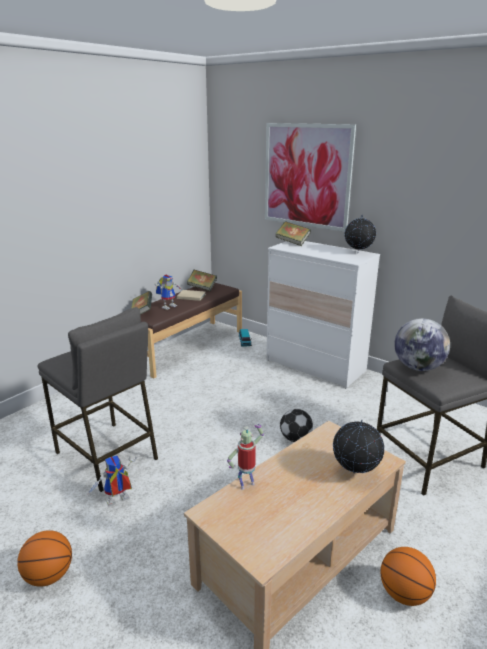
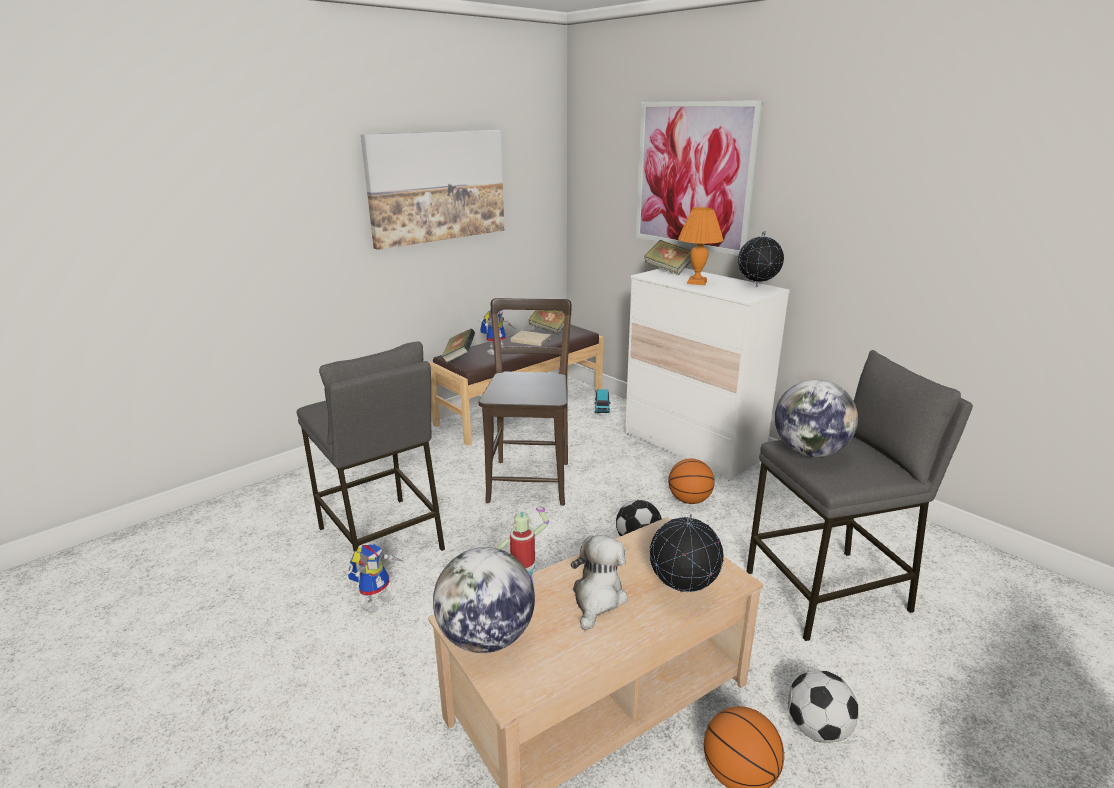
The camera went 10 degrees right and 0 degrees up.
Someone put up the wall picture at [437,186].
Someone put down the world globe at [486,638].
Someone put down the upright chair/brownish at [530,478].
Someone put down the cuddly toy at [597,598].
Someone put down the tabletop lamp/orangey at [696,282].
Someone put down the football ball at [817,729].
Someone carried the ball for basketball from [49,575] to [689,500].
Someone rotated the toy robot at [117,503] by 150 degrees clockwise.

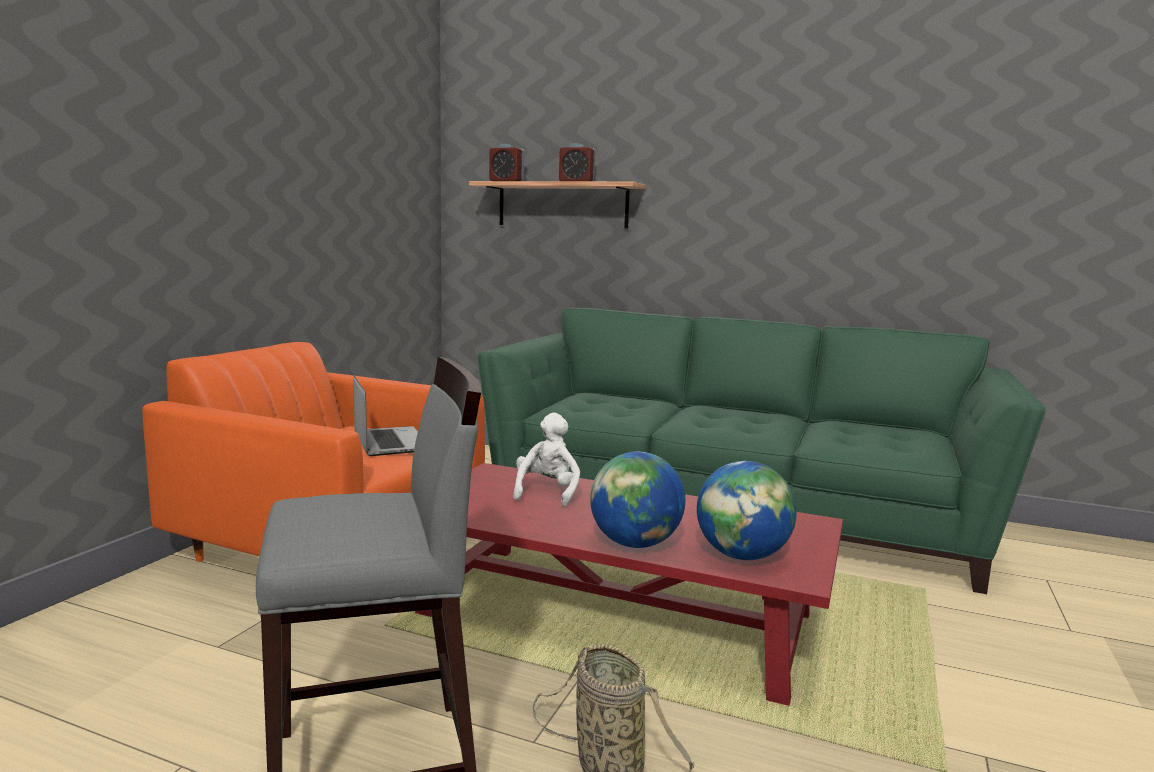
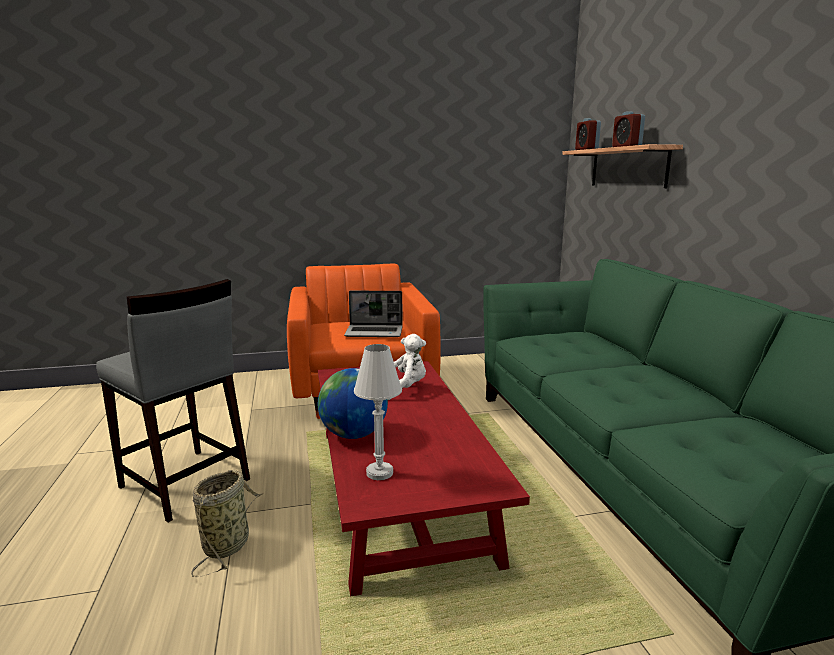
The camera went 55 degrees right and 5 degrees up.
Someone swapped the world globe at [742,556] for the tabletop lamp/whitish at [379,472].
Someone rotated the portable computer at [388,443] by 60 degrees clockwise.

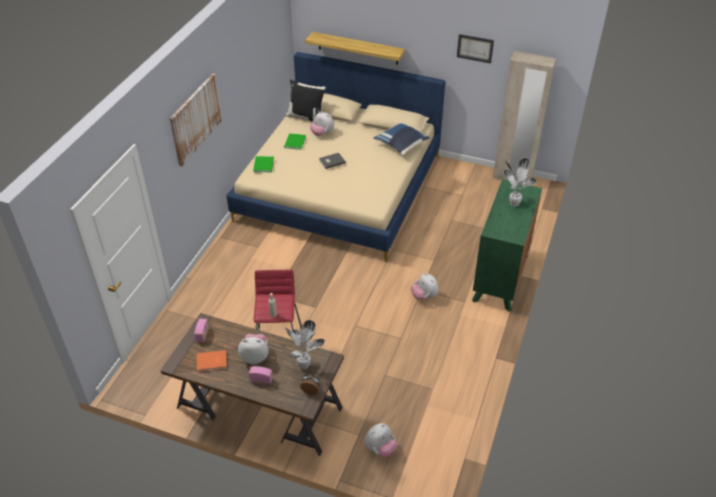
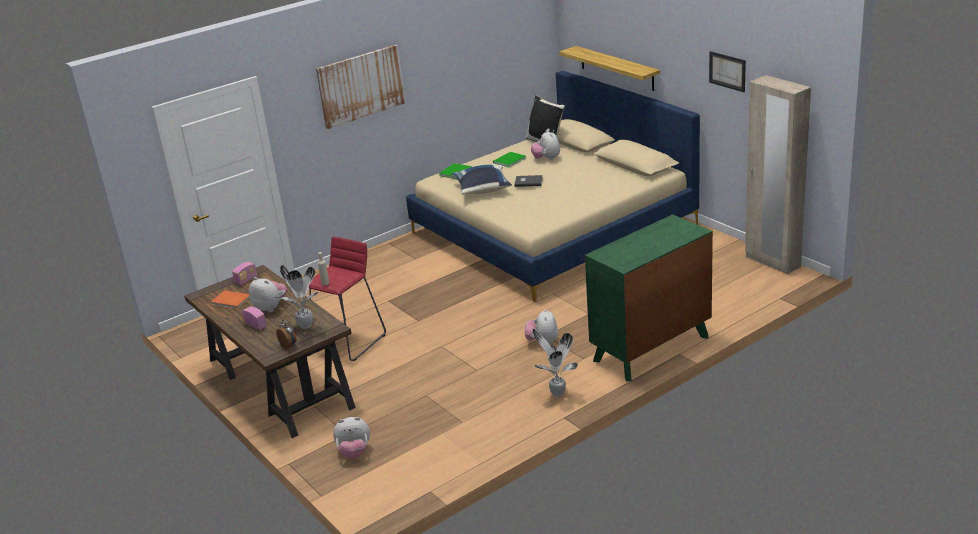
The camera went 35 degrees right and 15 degrees down.
Someone carried the throw pillow/blue from [401,145] to [482,189].
Someone carried the potted plant from [513,203] to [556,393].

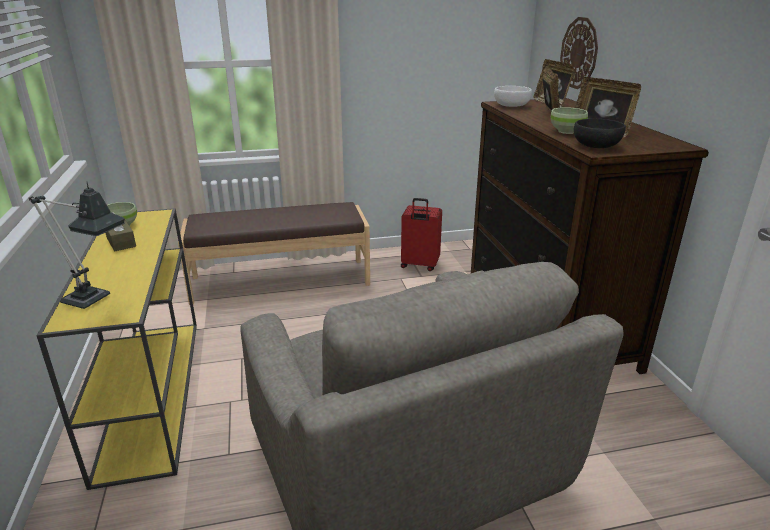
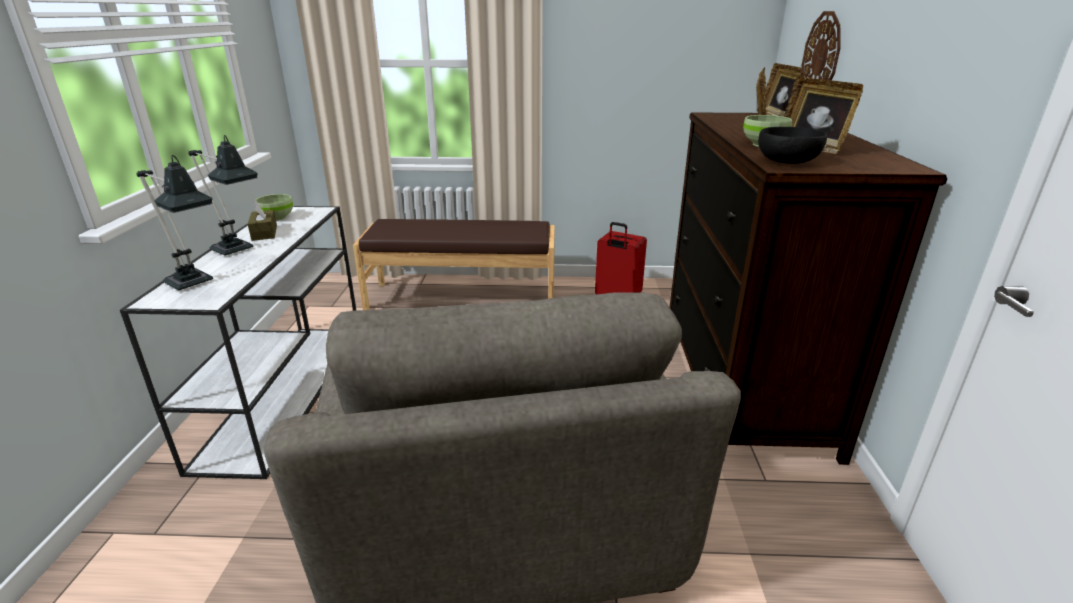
The camera went 15 degrees right and 0 degrees up.
Someone took away the serving bowl/whitish at [512,106].
Someone put down the tabletop lamp at [237,251].
Someone repainted the hall table/yellow-coloured at [151,390], which became the hall table/whitish at [287,389].

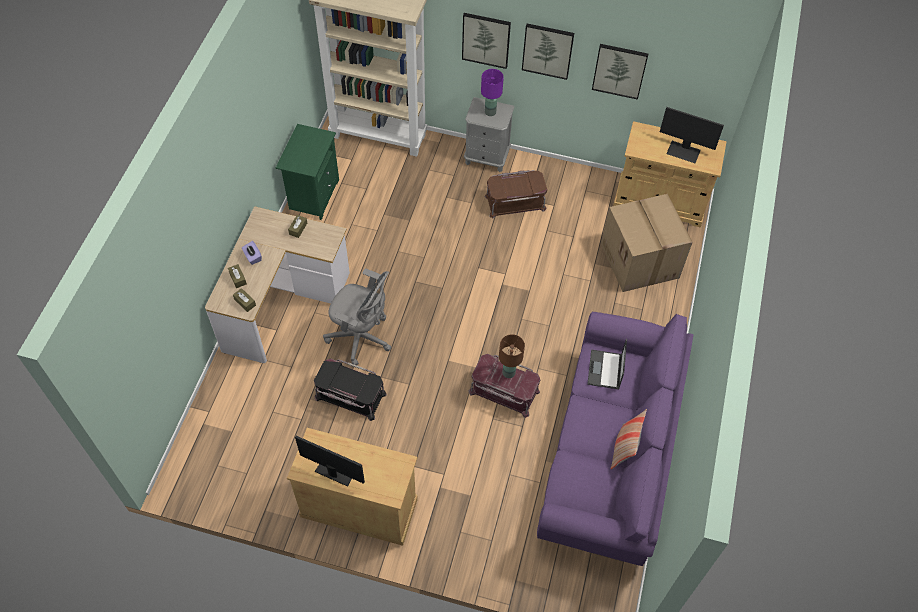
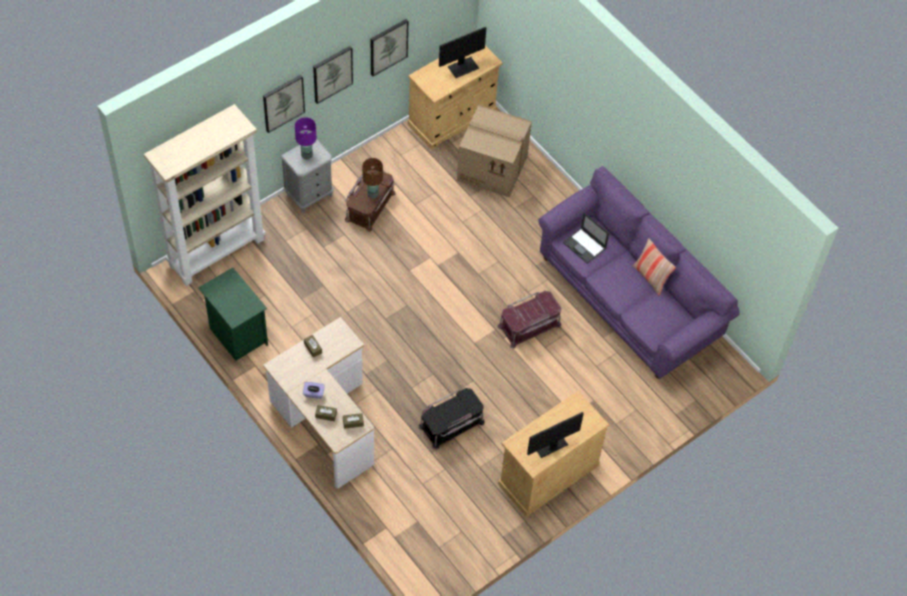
The camera went 55 degrees left and 0 degrees up.
Someone took away the office chair/gray at [361,337].
Someone carried the tabletop lamp/brownish from [508,372] to [372,194].

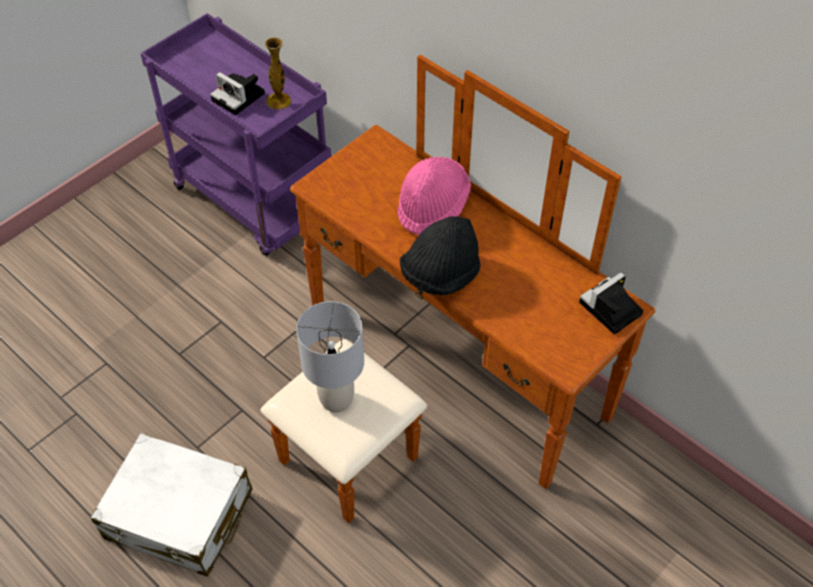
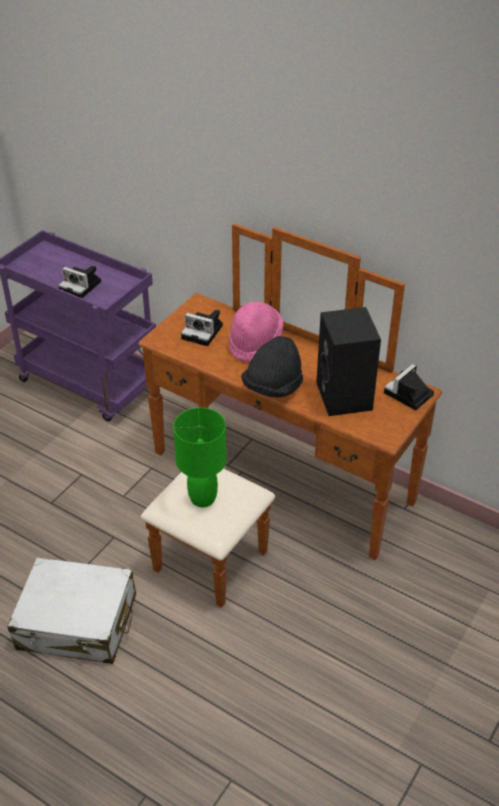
The camera went 10 degrees left and 10 degrees down.
Someone took away the vase at [278,101].
Someone put down the photo camera at [204,332].
Someone put down the audio speaker/black at [345,397].
Someone repainted the tabletop lamp/gray at [336,400], which became the tabletop lamp/greenish at [202,499].

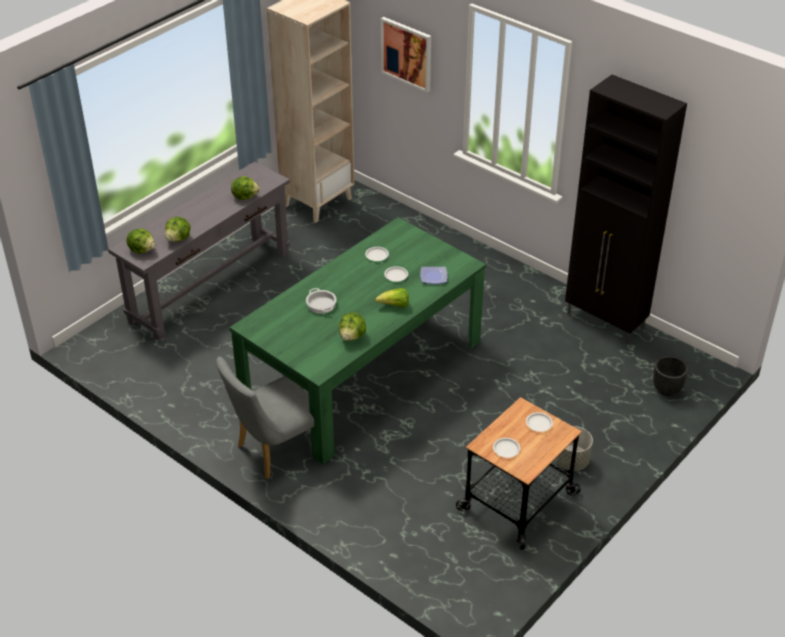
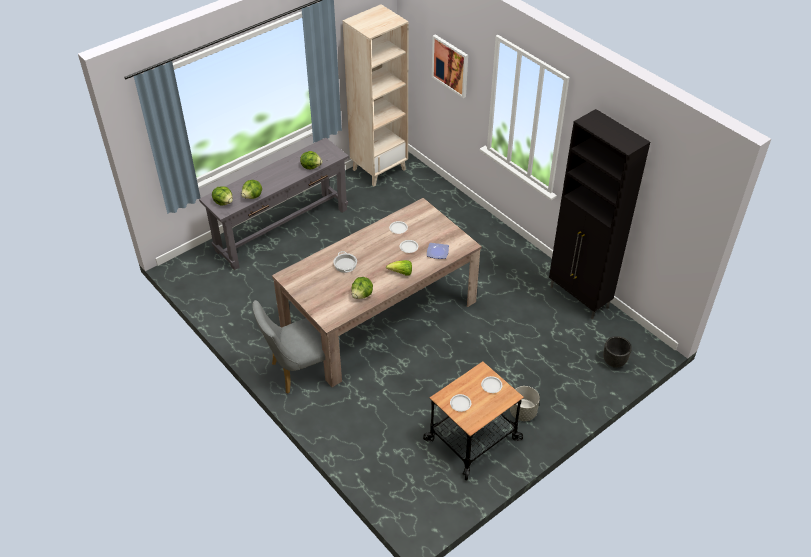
The camera went 10 degrees right and 5 degrees up.
Someone repainted the kitchen table/greenish at [363,372], which became the kitchen table/beige-coloured at [380,316].

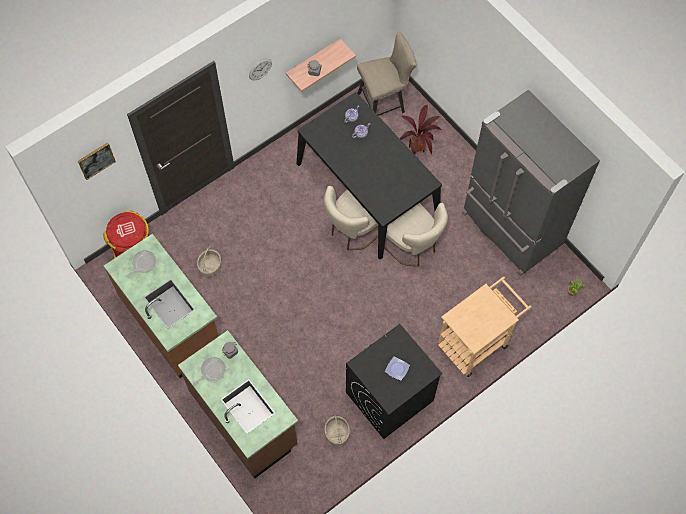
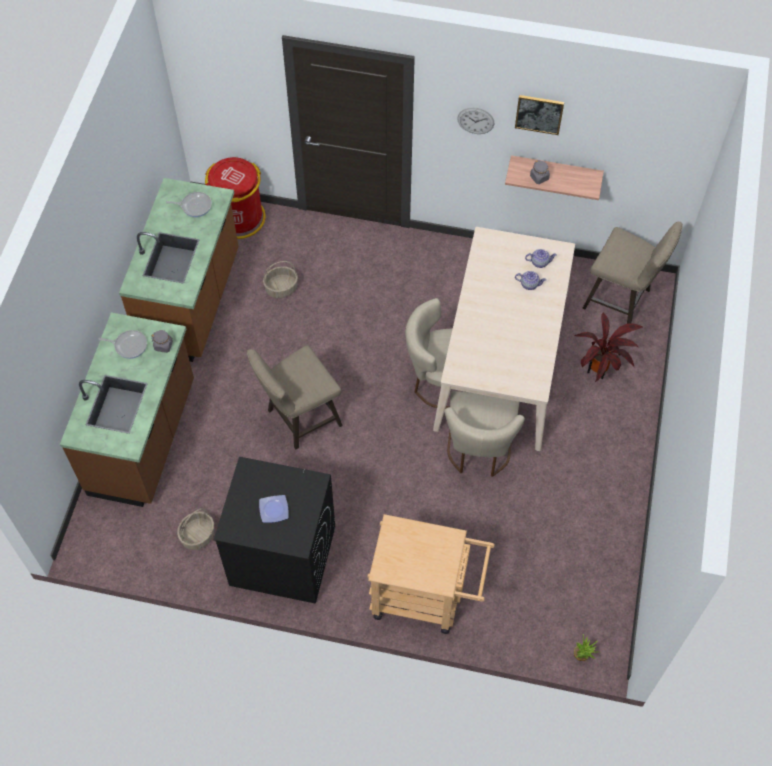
The camera went 50 degrees right and 5 degrees down.
Someone took away the kitchen fridge/gray at [510,230].
Someone put down the sitting stool/beige-coloured at [299,419].
Someone carried the wall picture from [96,160] to [539,114].
Someone repainted the kitchen table/black at [367,189], which became the kitchen table/beige-coloured at [502,359].

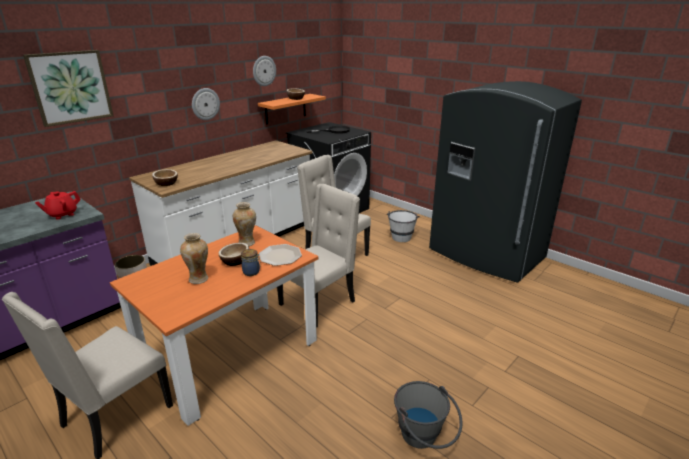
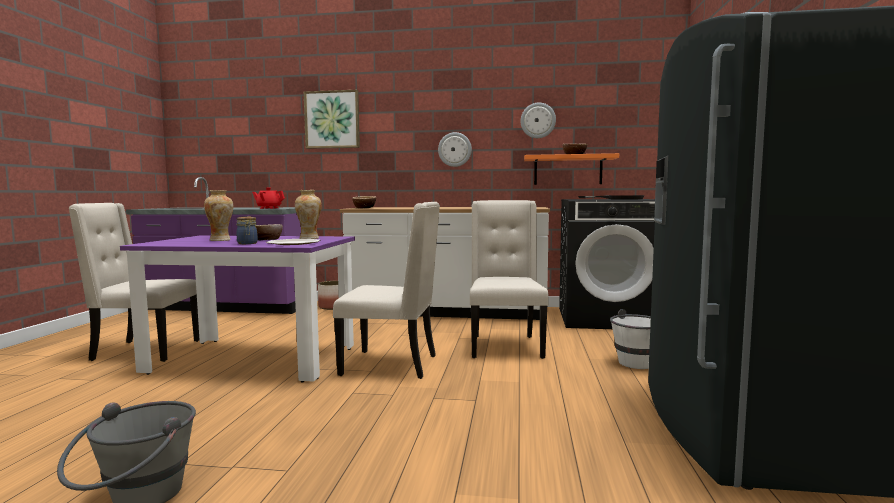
The camera went 55 degrees right and 20 degrees down.
Someone repainted the kitchen table/orangey at [231,356], which became the kitchen table/purple-coloured at [253,359].

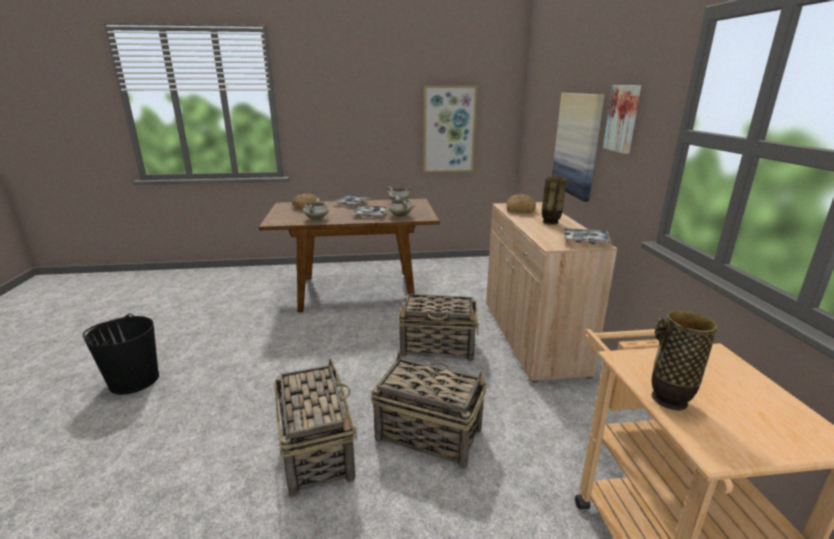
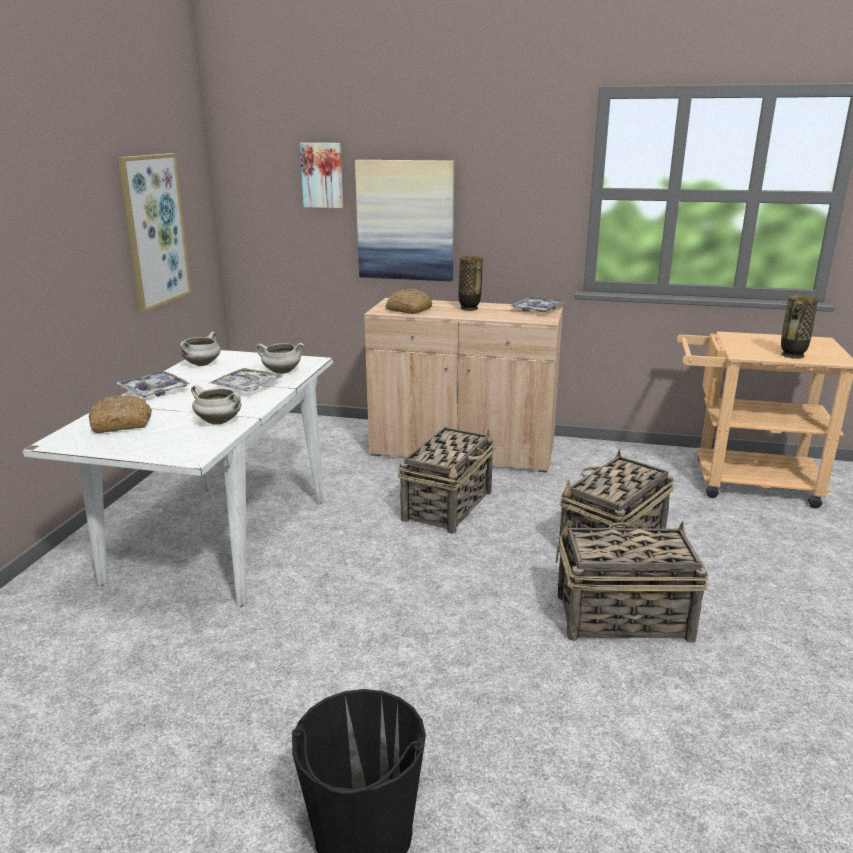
The camera went 70 degrees left and 0 degrees up.
Someone carried the wall picture from [623,118] to [322,175].
Someone repainted the kitchen table/brownish at [356,291], which became the kitchen table/whitish at [220,539].

